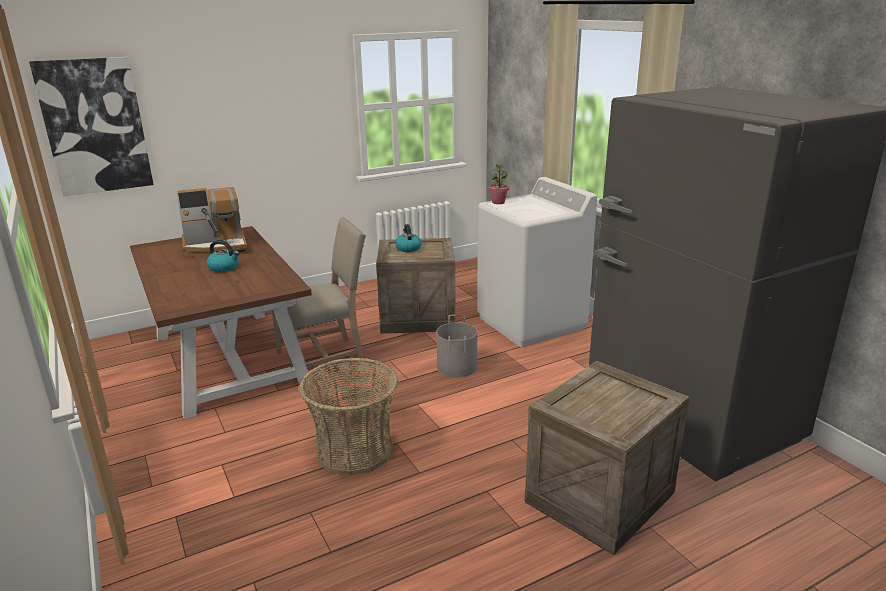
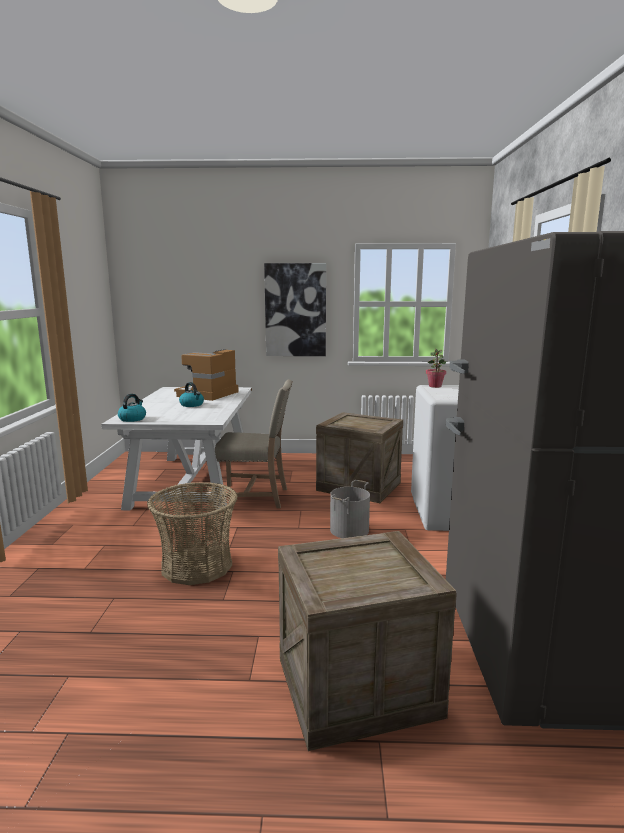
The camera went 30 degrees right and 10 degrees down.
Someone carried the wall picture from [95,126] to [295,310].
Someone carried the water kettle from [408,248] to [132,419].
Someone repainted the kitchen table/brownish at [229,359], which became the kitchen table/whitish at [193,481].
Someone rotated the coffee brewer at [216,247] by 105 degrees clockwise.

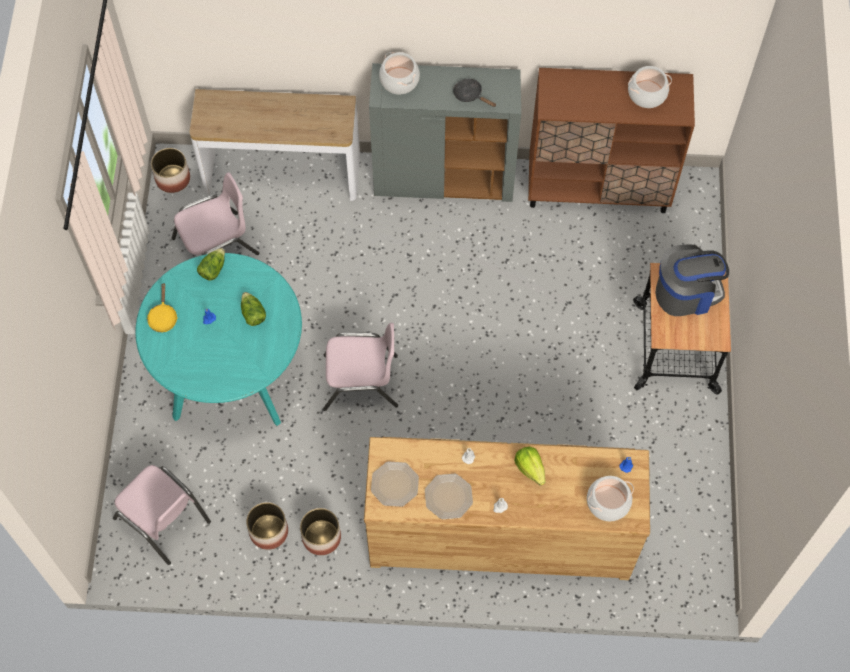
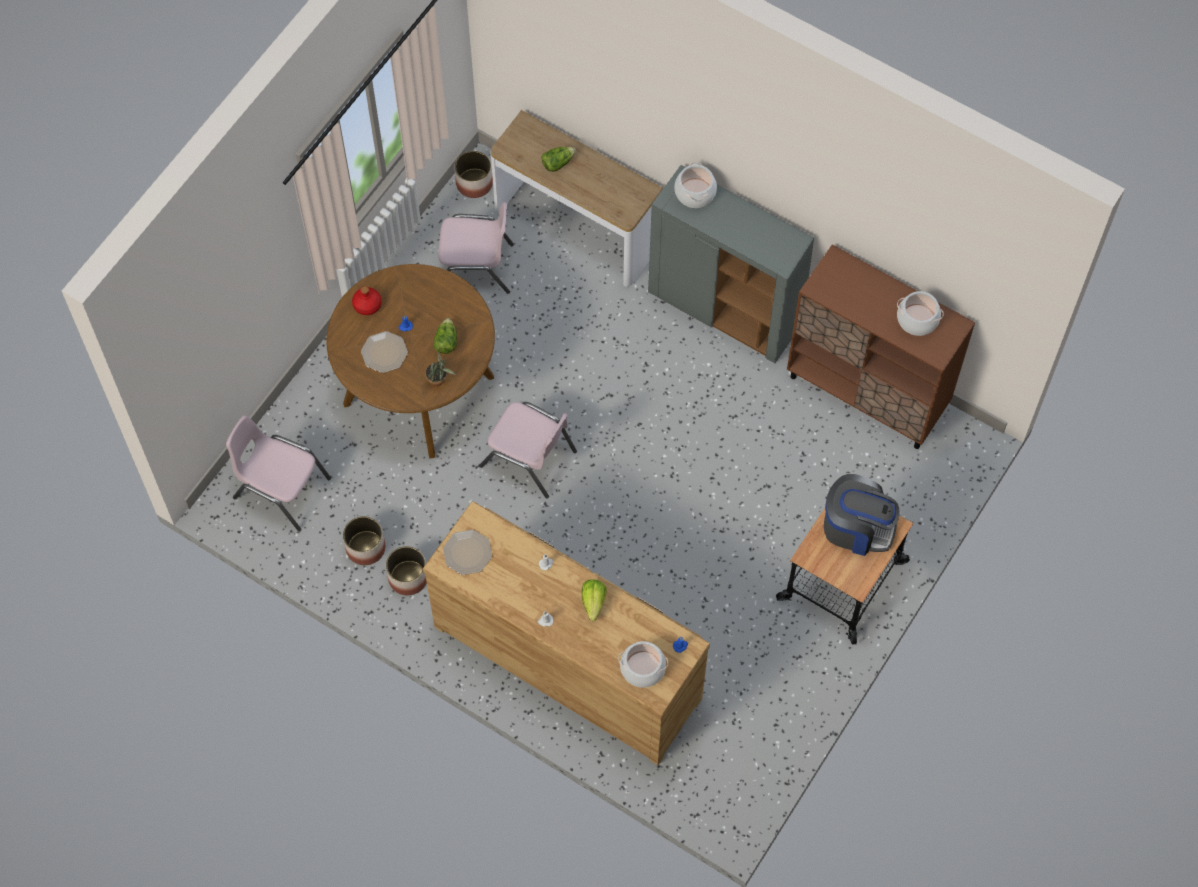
The camera went 30 degrees right and 0 degrees up.
Someone took away the pan/black at [470,95].
Someone put down the potted plant at [439,380].
Someone carried the lettuce head from [213,269] to [557,163].
Someone carried the flat dish from [449,497] to [384,353].
Someone swapped the pan/yellow-coloured at [163,317] for the beverage bottle/red at [367,304].
Someone repainted the kitchen table/turquoise-coloured at [232,373], which became the kitchen table/brownish at [418,390].
Someone rotated the upright chair/pink-coloured at [163,520] by 135 degrees clockwise.

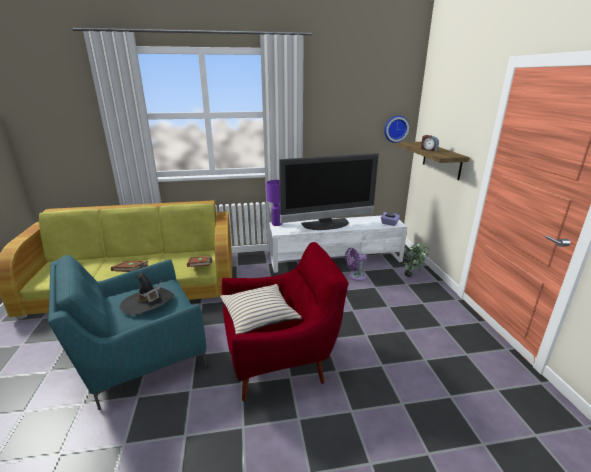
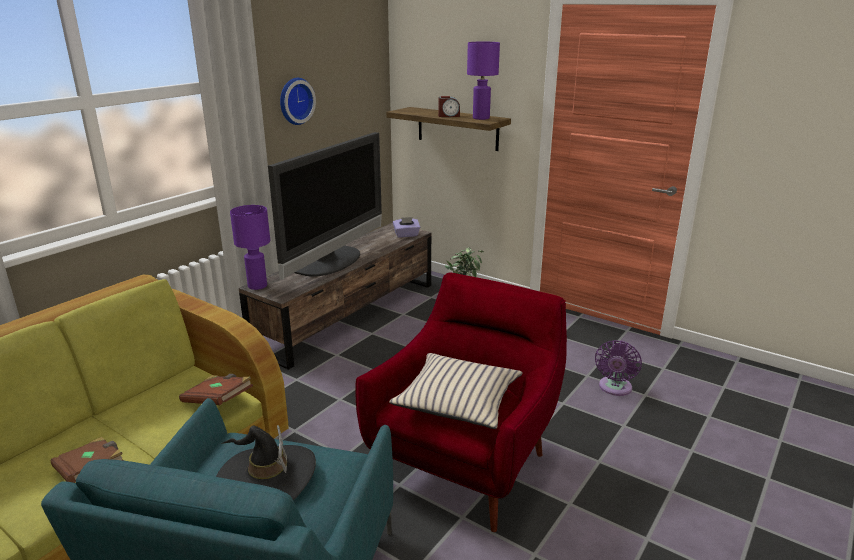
The camera went 45 degrees left and 0 degrees up.
Someone put down the tabletop lamp/purple-coloured at [480,118].
Someone carried the fan/purple-coloured from [355,276] to [614,388].
Someone carried the hanging clock from [395,128] to [294,101].
Someone repainted the media console/whitish at [336,259], which became the media console/brownish at [349,314].

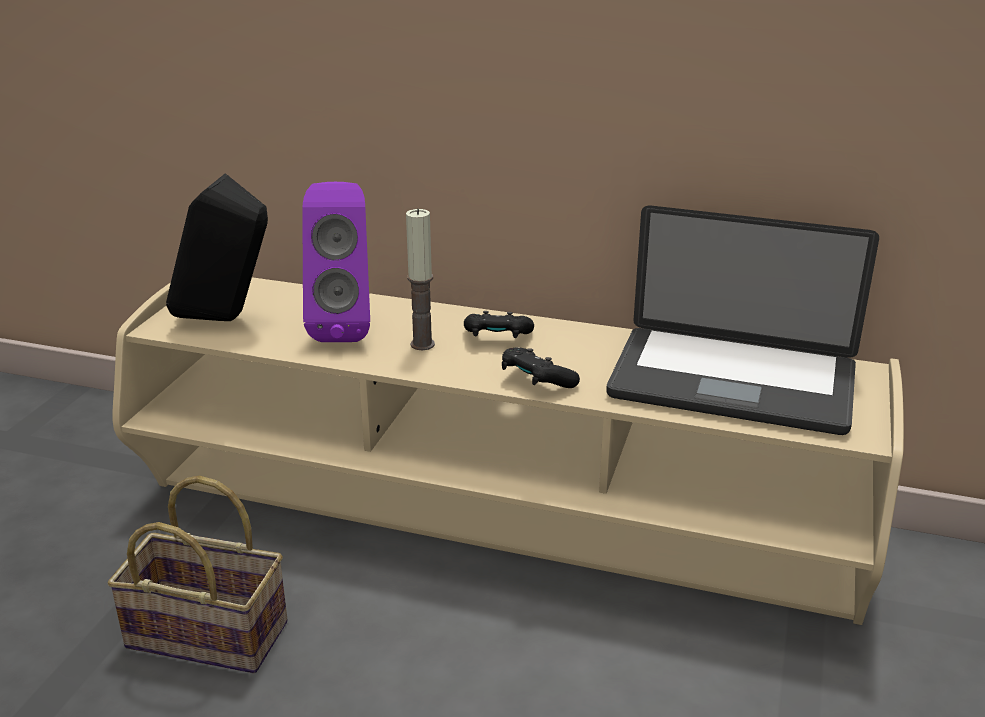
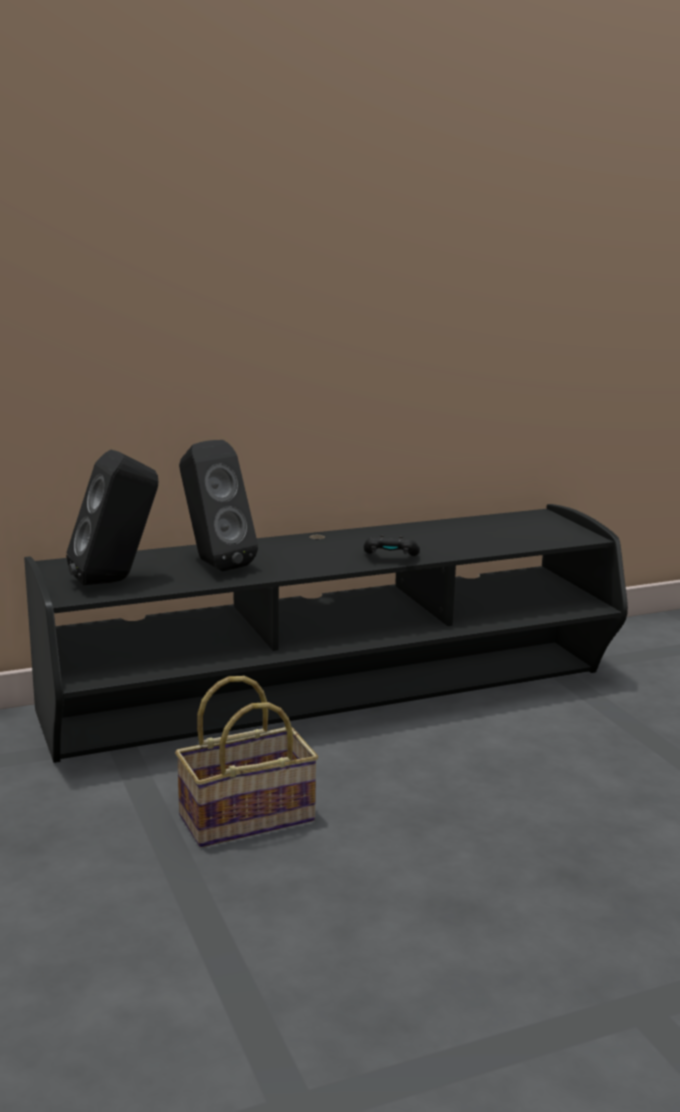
The camera went 40 degrees left and 10 degrees down.
Someone took away the wax candle at [422,344].
Someone took away the gamepad/black at [497,339].
Someone took away the portable computer at [732,383].
Someone repainted the media console/beige-coloured at [494,523], which became the media console/black at [337,698].
Someone repainted the audio speaker/purple-coloured at [344,328], which became the audio speaker/black at [213,564].

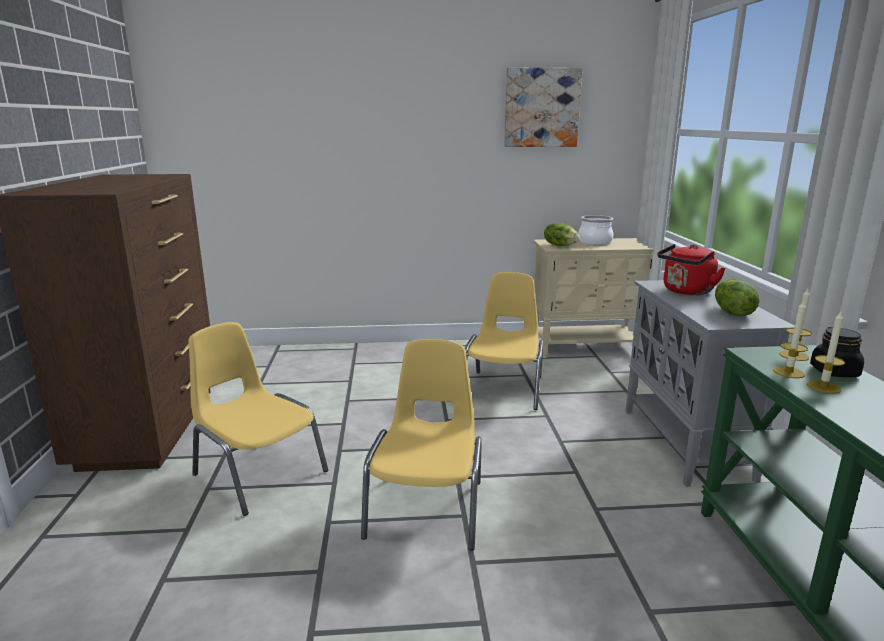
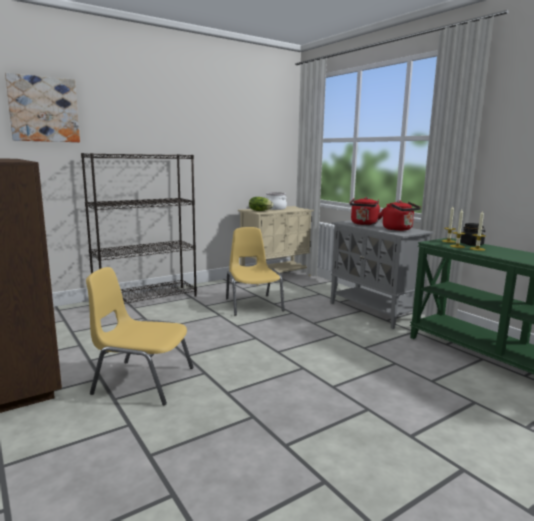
The camera went 30 degrees left and 5 degrees down.
Someone took away the upright chair/yellow-coloured at [427,508].
Someone put down the shelving unit/black at [146,298].
Someone carried the wall picture from [541,108] to [43,109].
Someone swapped the lettuce head at [731,313] for the water kettle/red at [399,229].

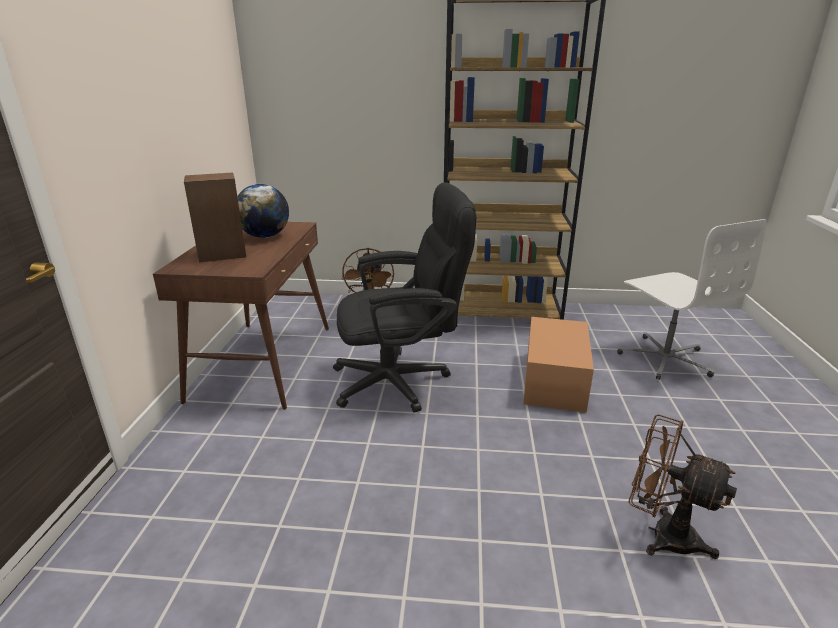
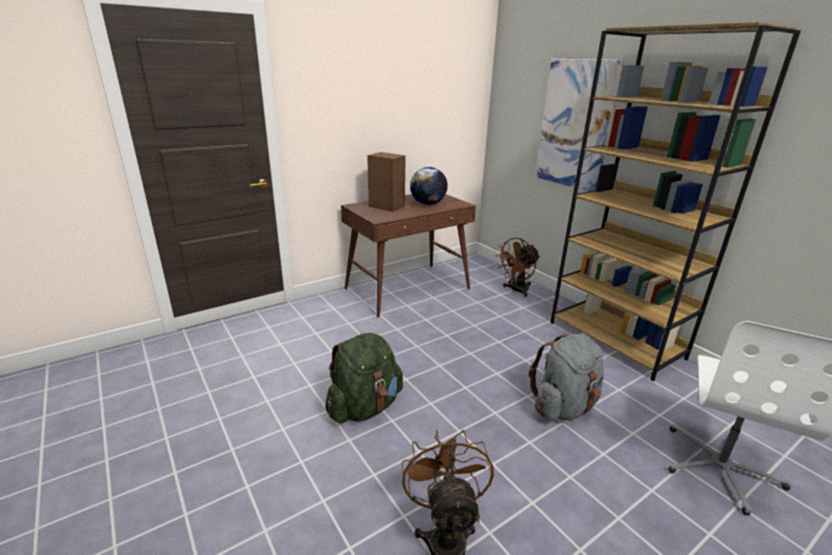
The camera went 50 degrees right and 0 degrees up.
Someone took away the office chair/black at [402,381].
Someone put down the backpack/greenish at [365,407].
Someone put up the wall picture at [574,125].
Someone swapped the packing box at [554,380] for the backpack/gray at [564,406].

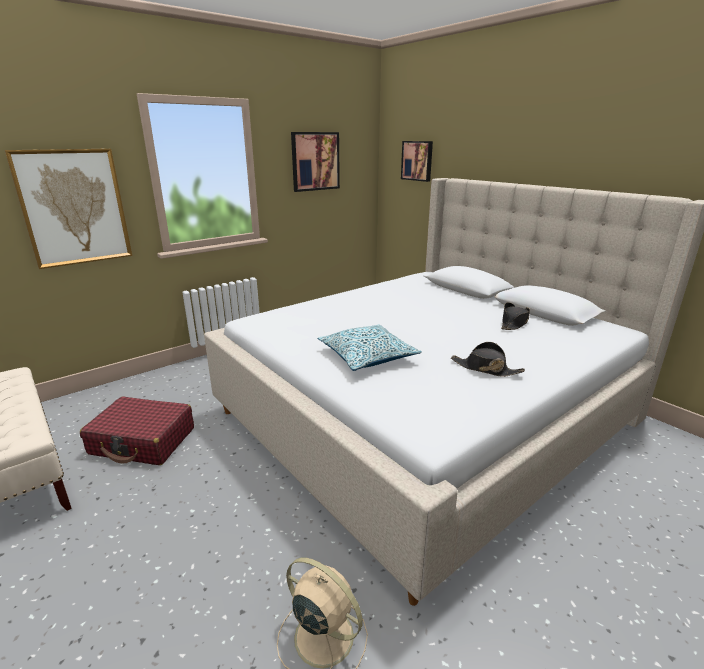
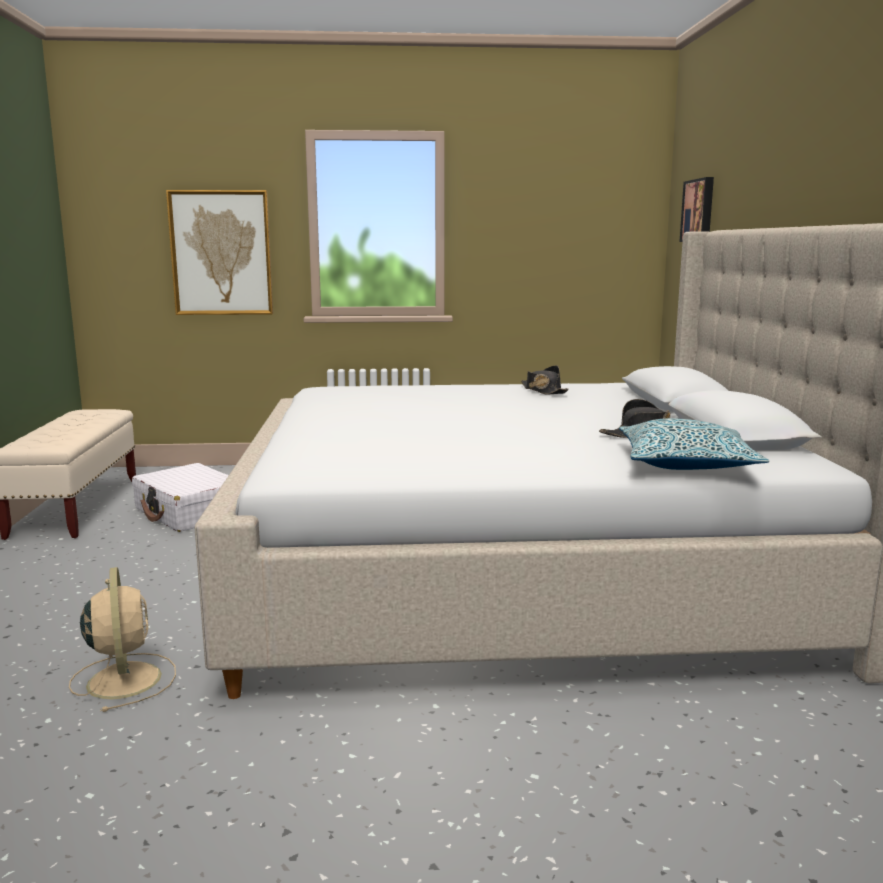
The camera went 35 degrees right and 10 degrees down.
Someone took away the wall picture at [315,161].
Someone carried the throw pillow from [367,356] to [686,463].
Someone carried the wearable hat/black from [485,369] to [543,391].
Someone repainted the travel case/red at [143,441], which became the travel case/whitish at [190,512].

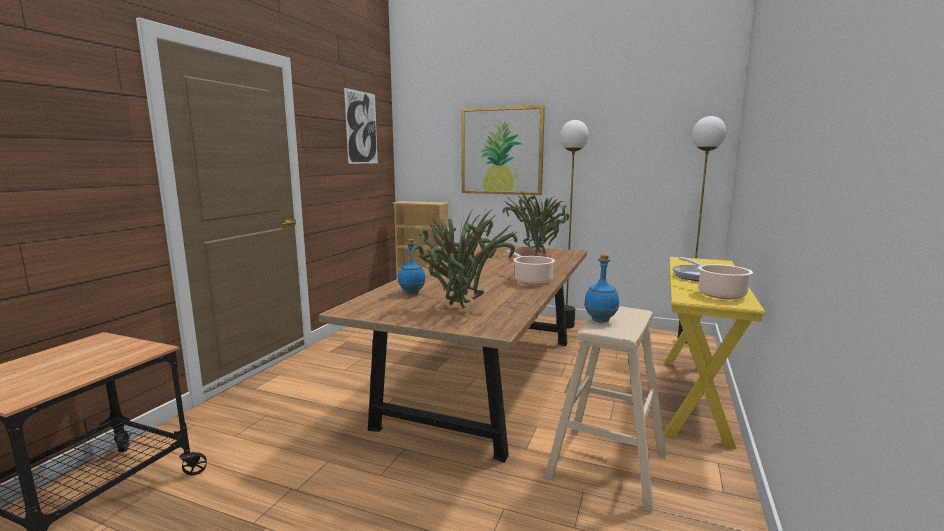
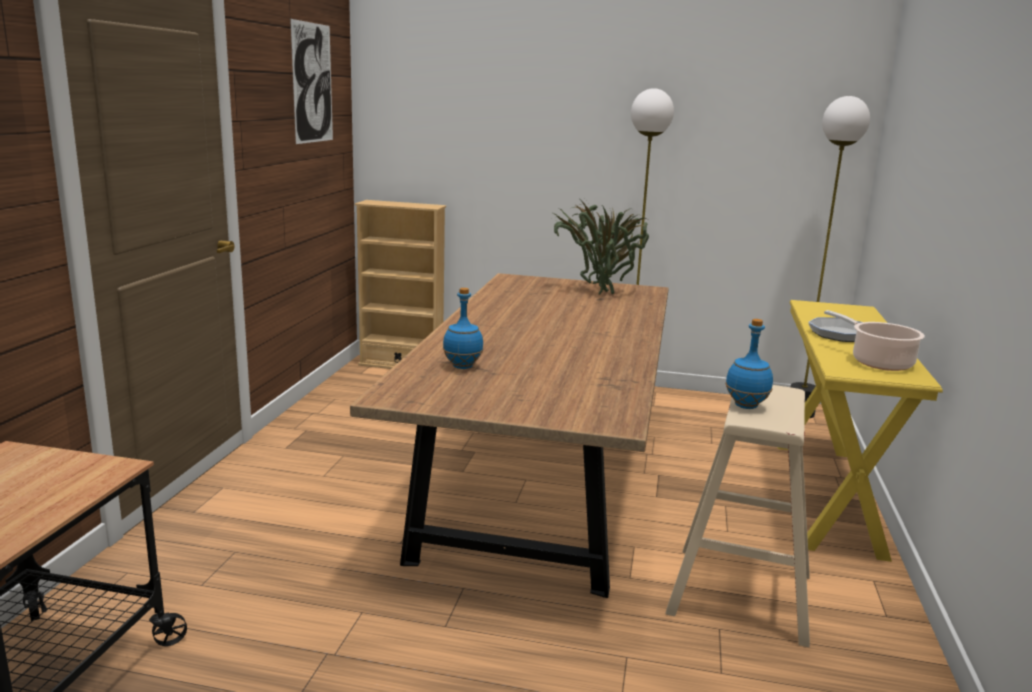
The camera went 10 degrees left and 5 degrees up.
Someone took away the potted plant at [461,310].
Someone took away the wall picture at [501,151].
Someone took away the cooking pot at [531,280].

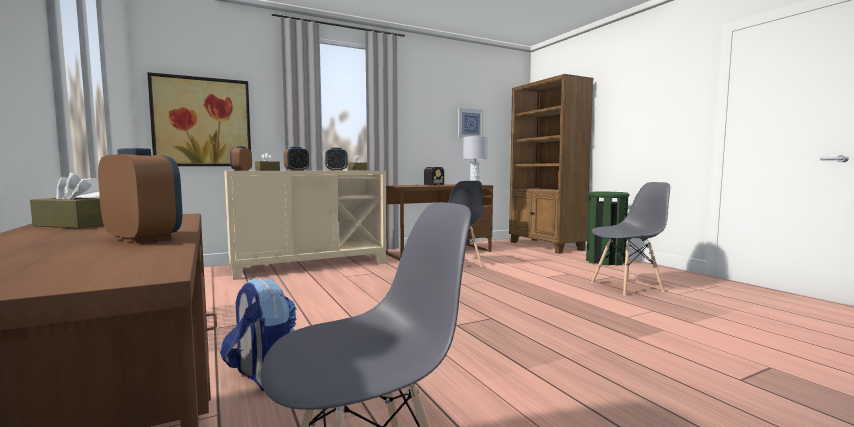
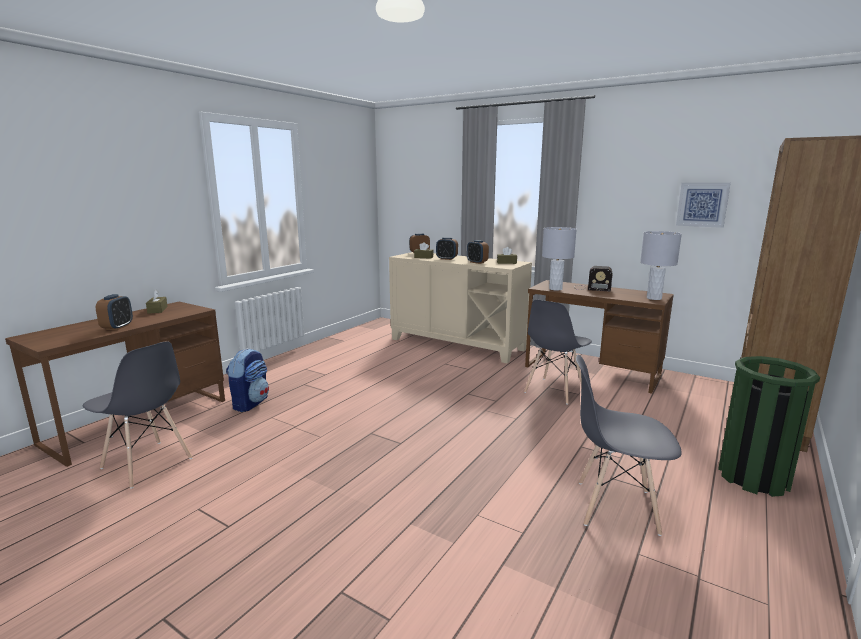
The camera went 60 degrees right and 10 degrees up.
Someone took away the wall picture at [202,122].
Someone put down the tabletop lamp/gray at [555,289].
Someone rotated the upright chair/gray at [627,287] by 150 degrees clockwise.

